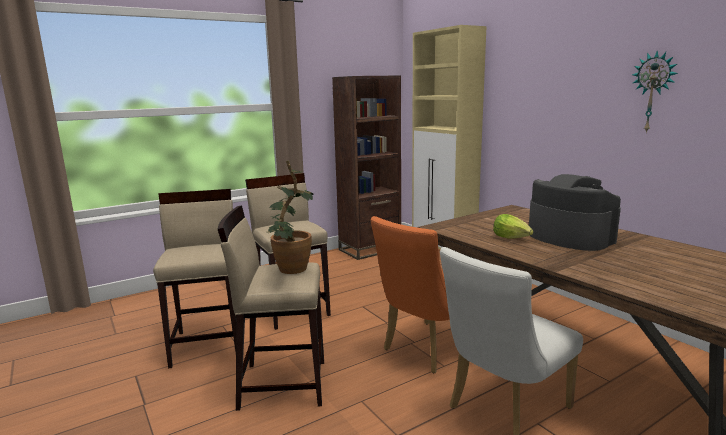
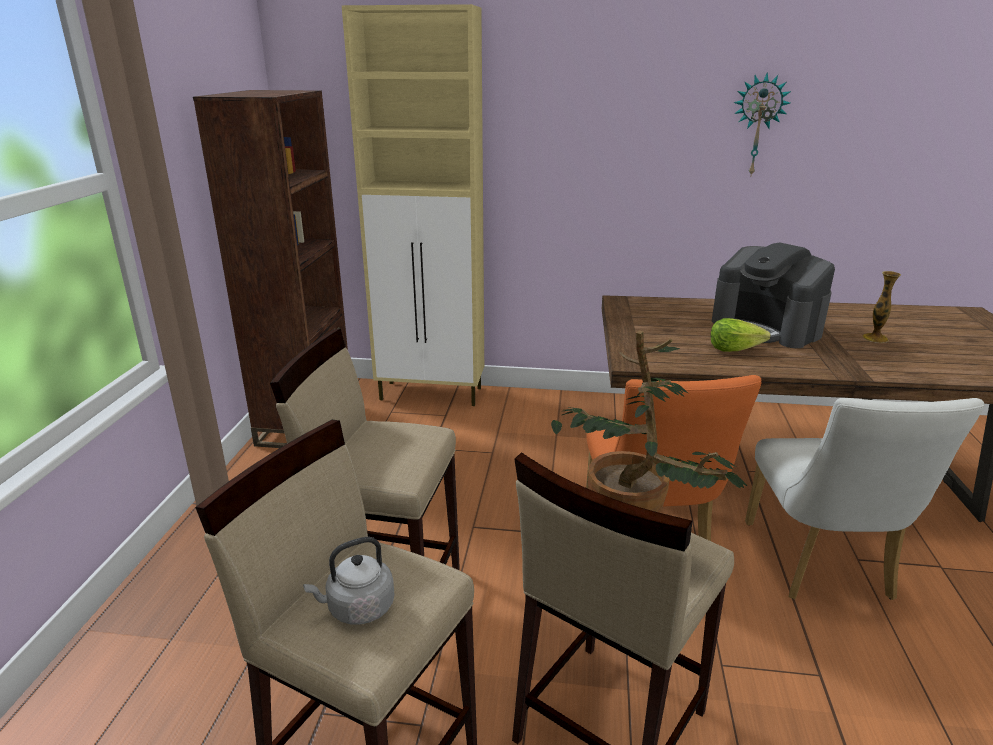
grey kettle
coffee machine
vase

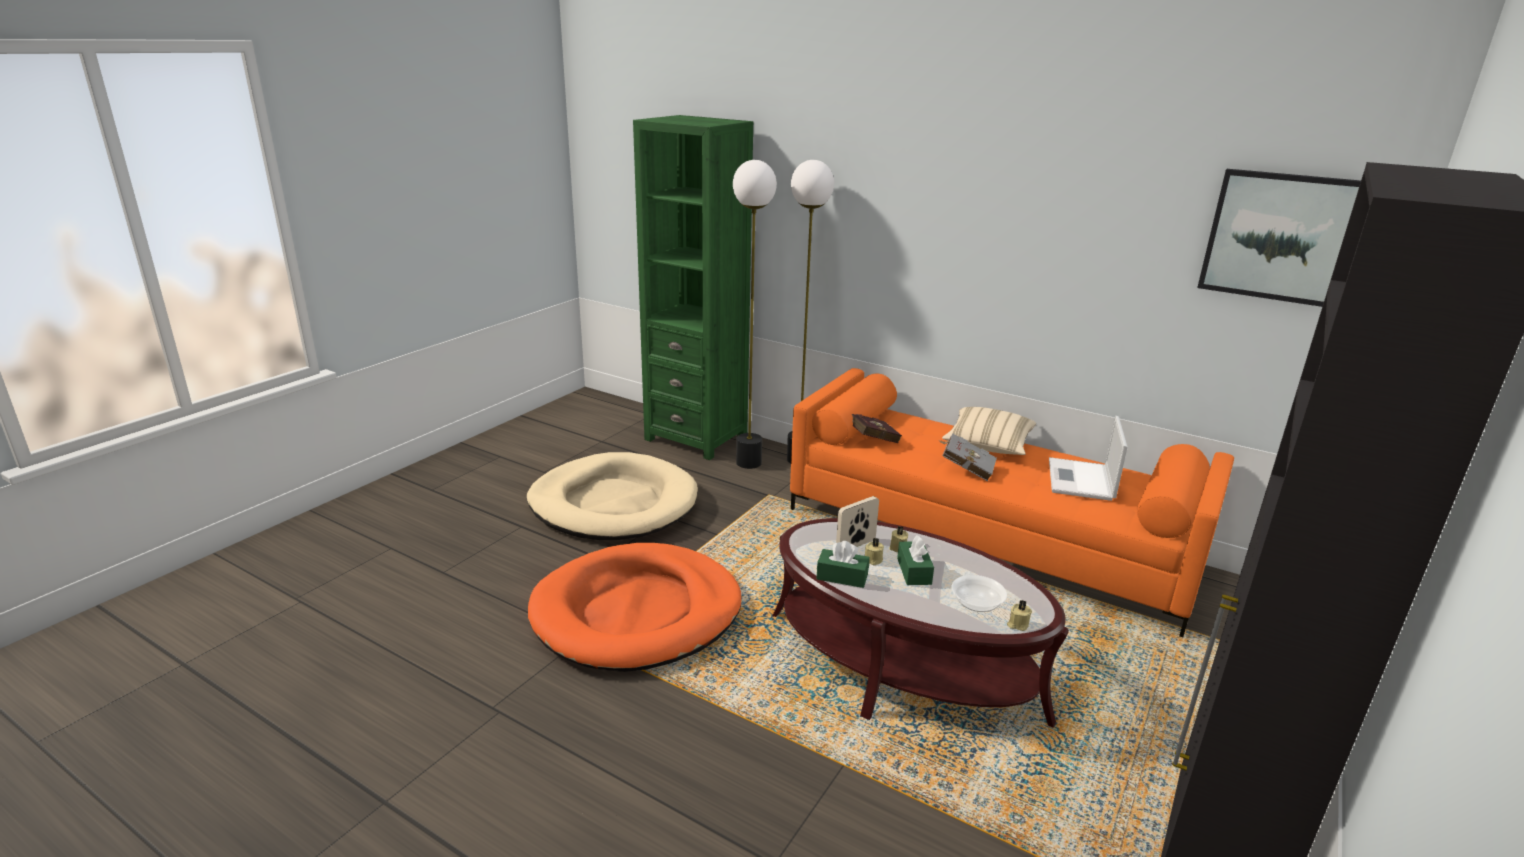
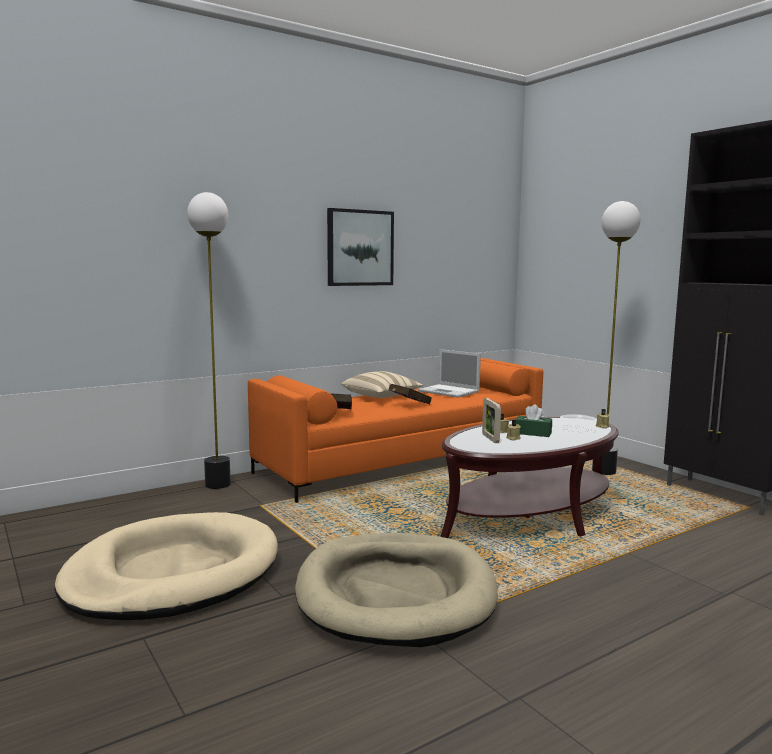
beige dog bed (no. 2 from left)
picture
red book (no. 2 from left)
floor lamp (no. 2 from left)
green bookcase
green tissue box (no. 1 from left in the first image)

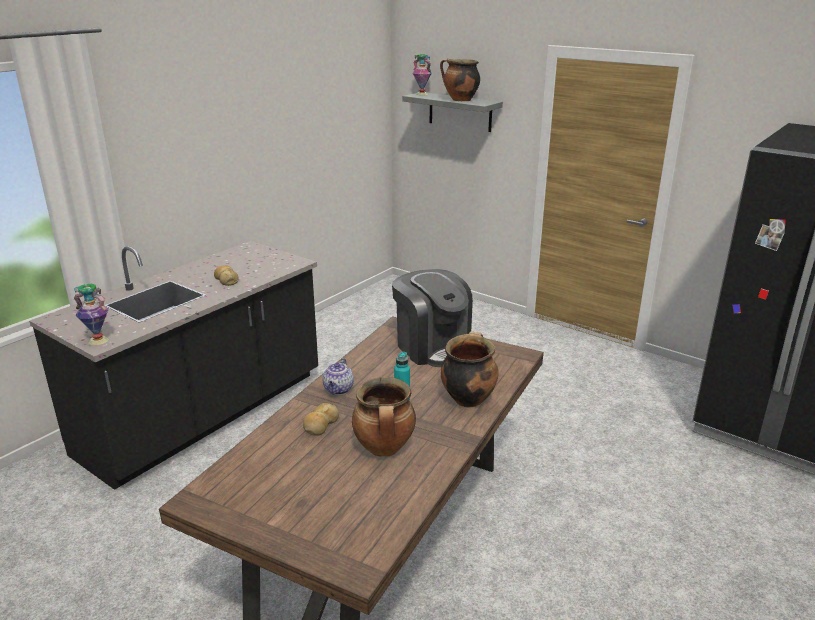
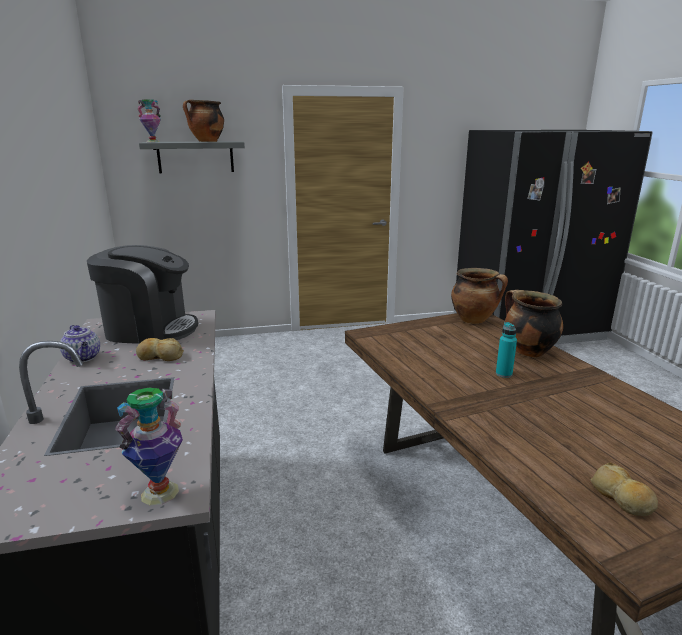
teapot
coffee machine
cooking pot (no. 2 from left)
bread (no. 2 from left)

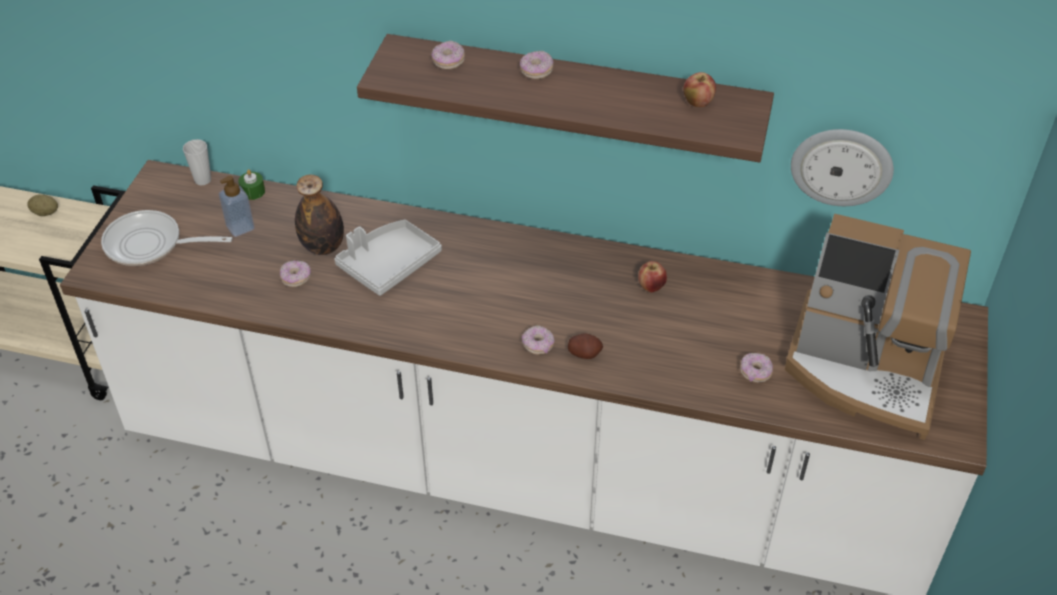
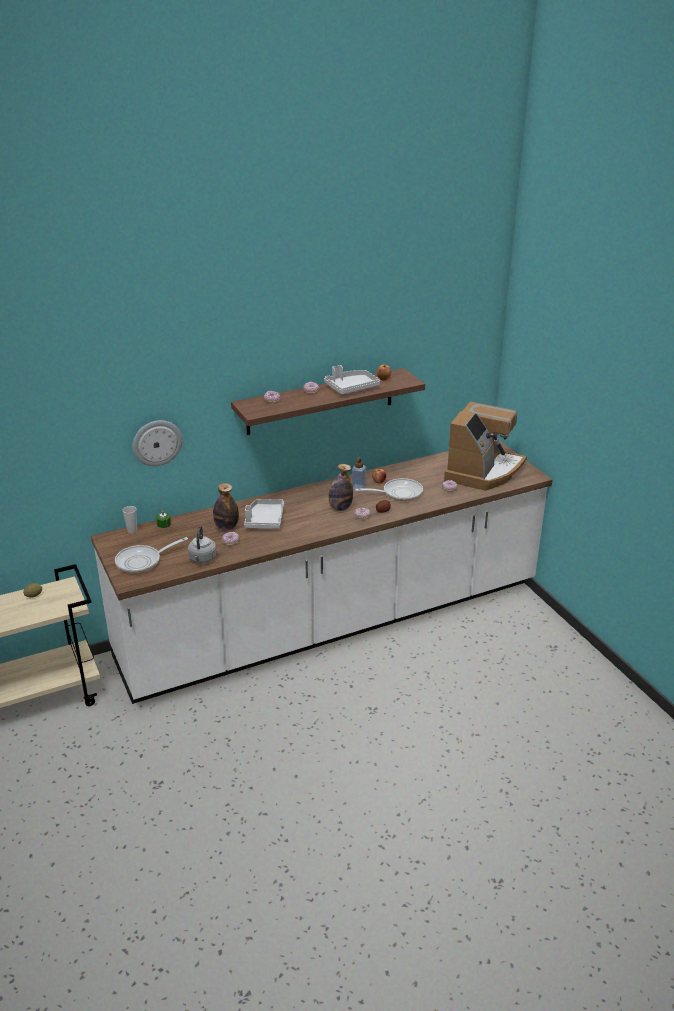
wall clock
grey kettle
grey tray (no. 2 from left)
bottle (no. 2 from left)
soap dispenser
frying pan (no. 2 from left)
coffee machine

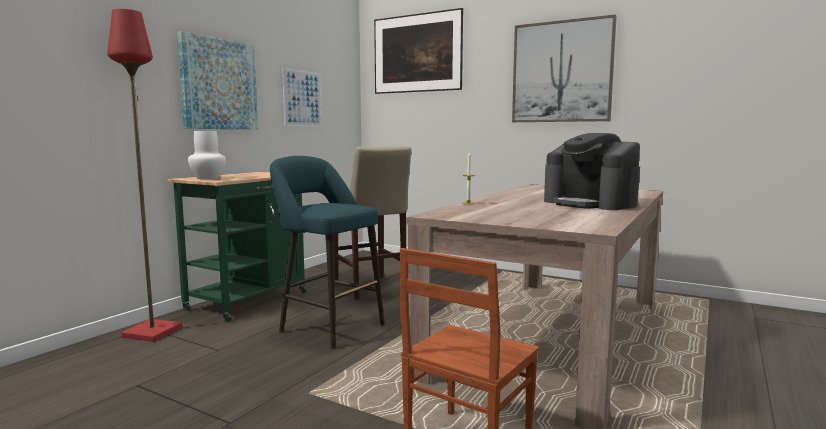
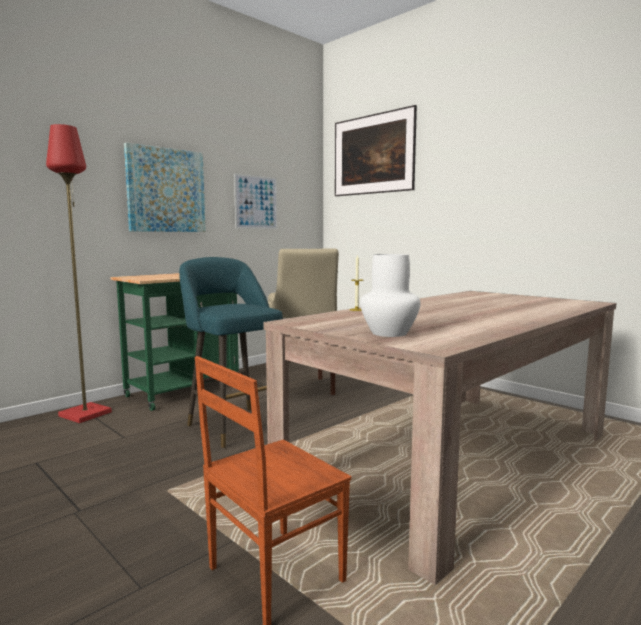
white vase
picture (no. 4 from left in the first image)
coffee machine

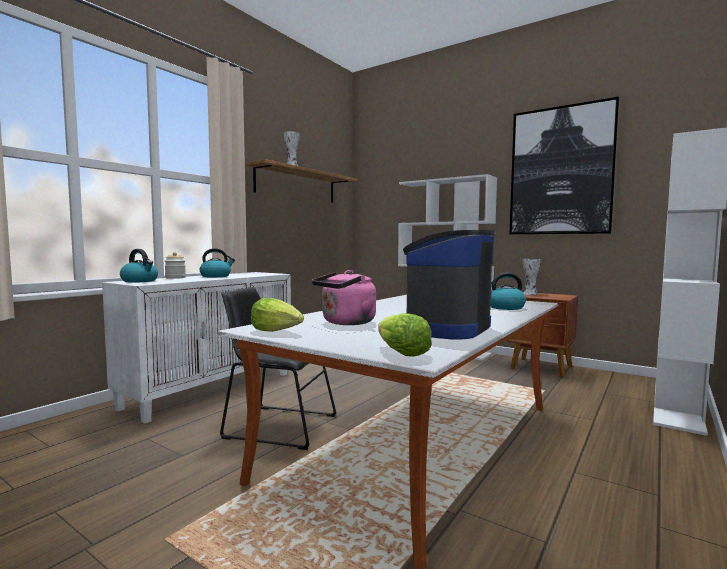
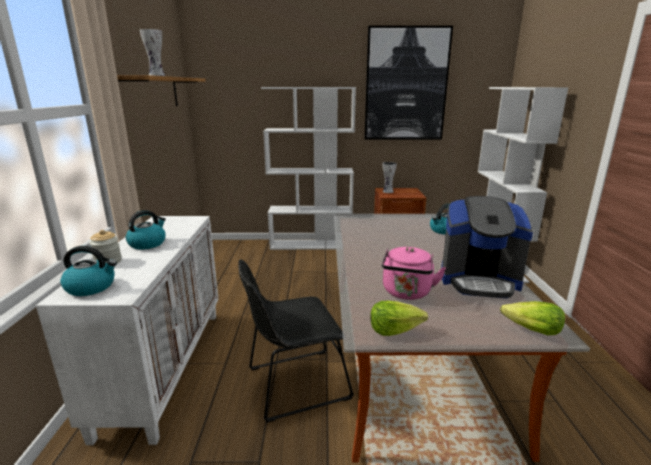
coffee machine

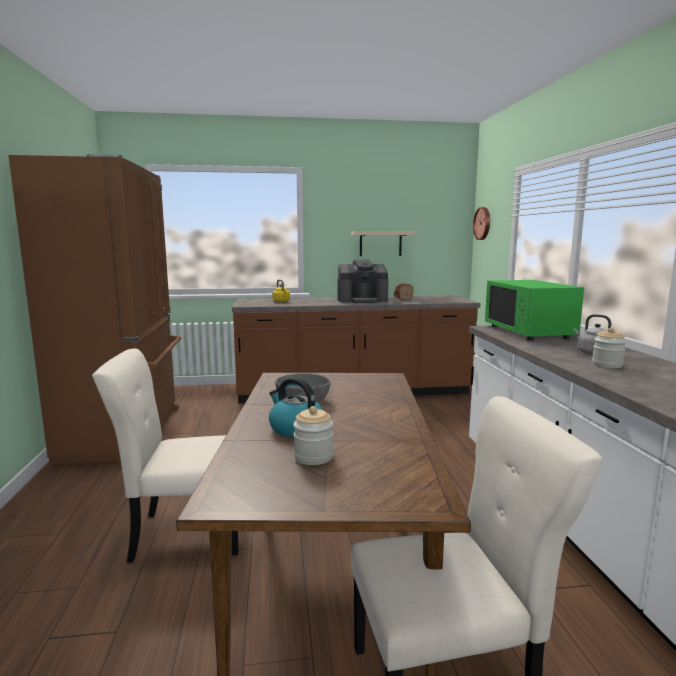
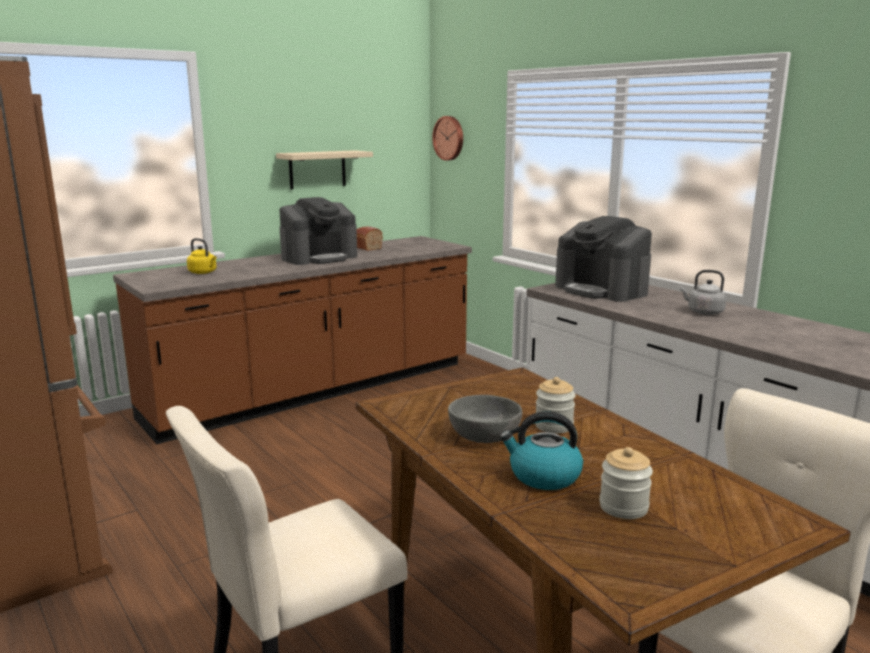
jar (no. 1 from left)
coffee machine (no. 2 from left)

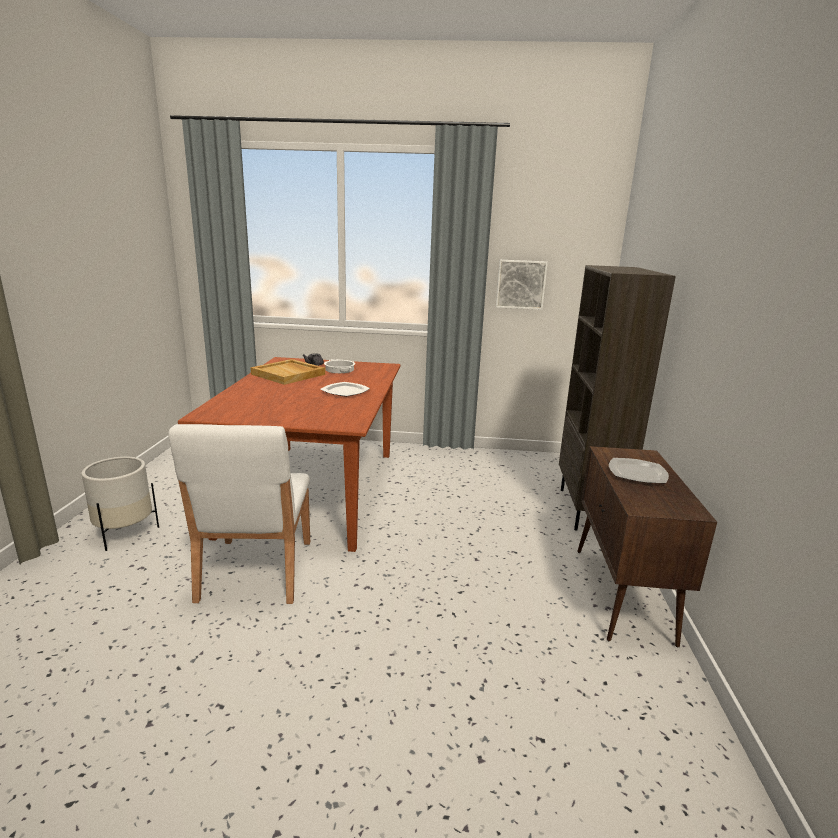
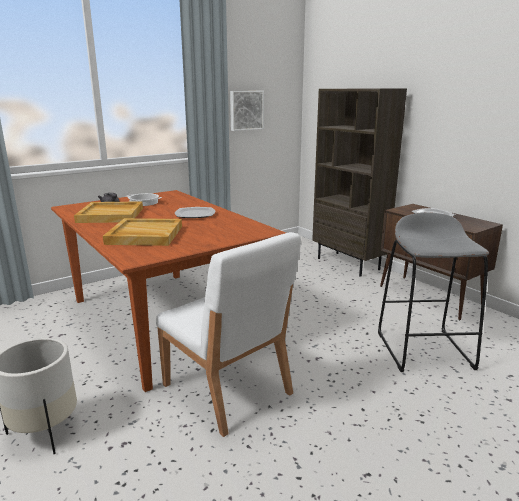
beige tray (no. 2 from left)
grey stool

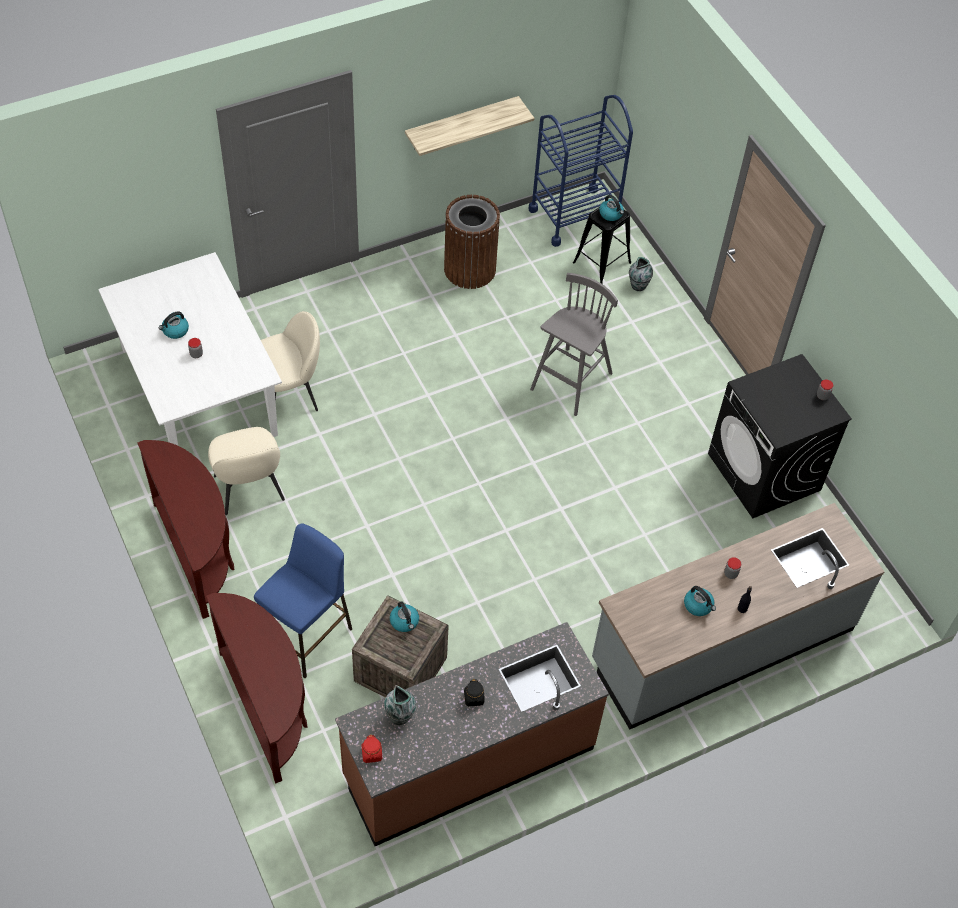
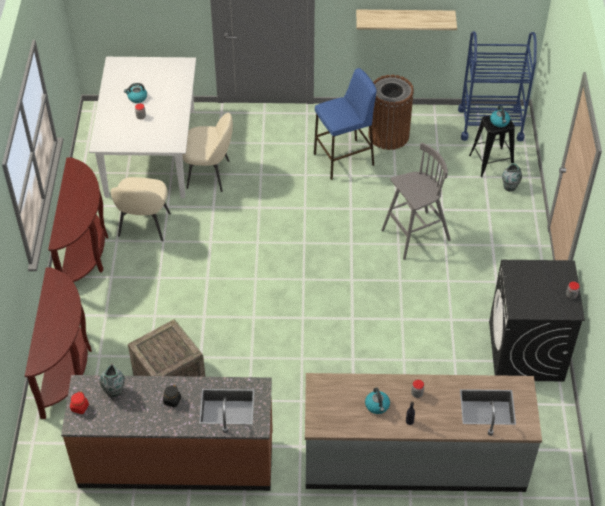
blue stool
kettle (no. 2 from left in the first image)

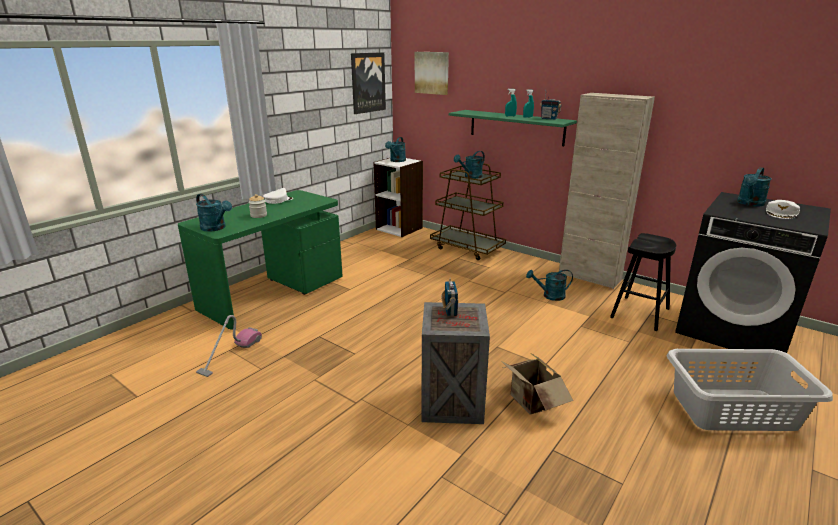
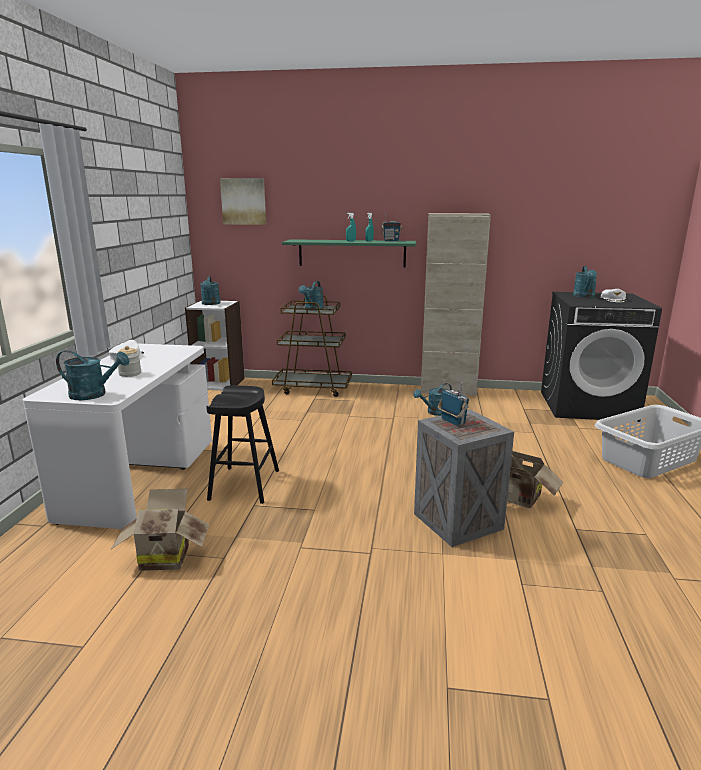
white desk
cardboard box (no. 1 from left)
black stool
picture (no. 1 from left in the first image)

